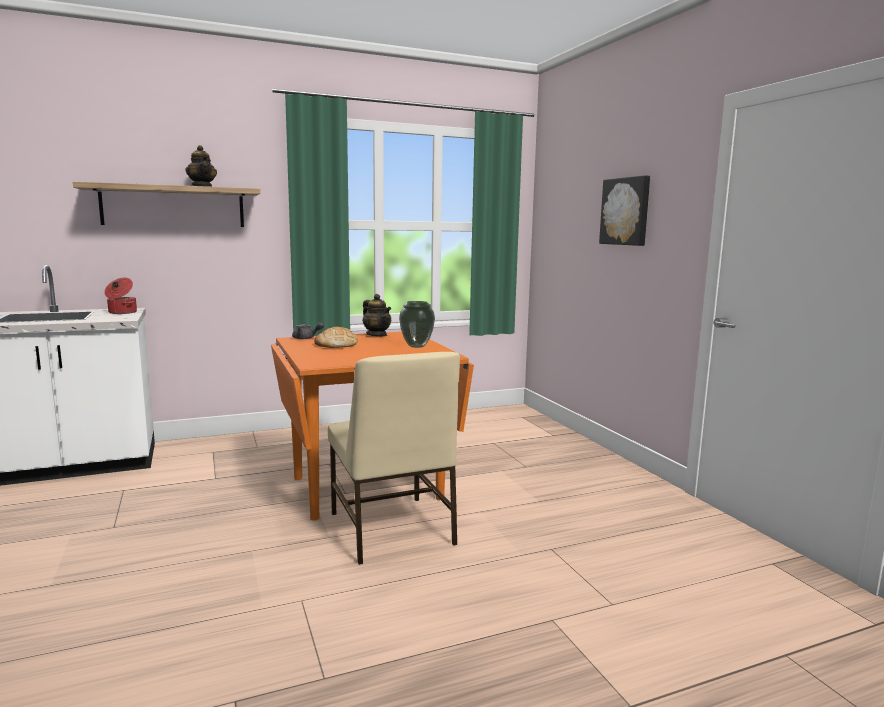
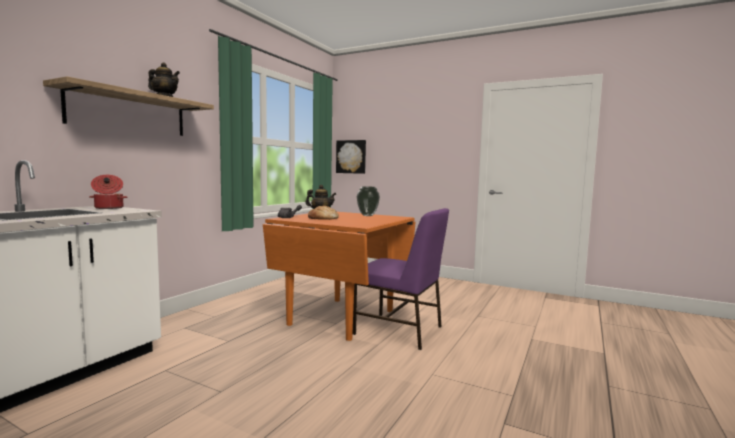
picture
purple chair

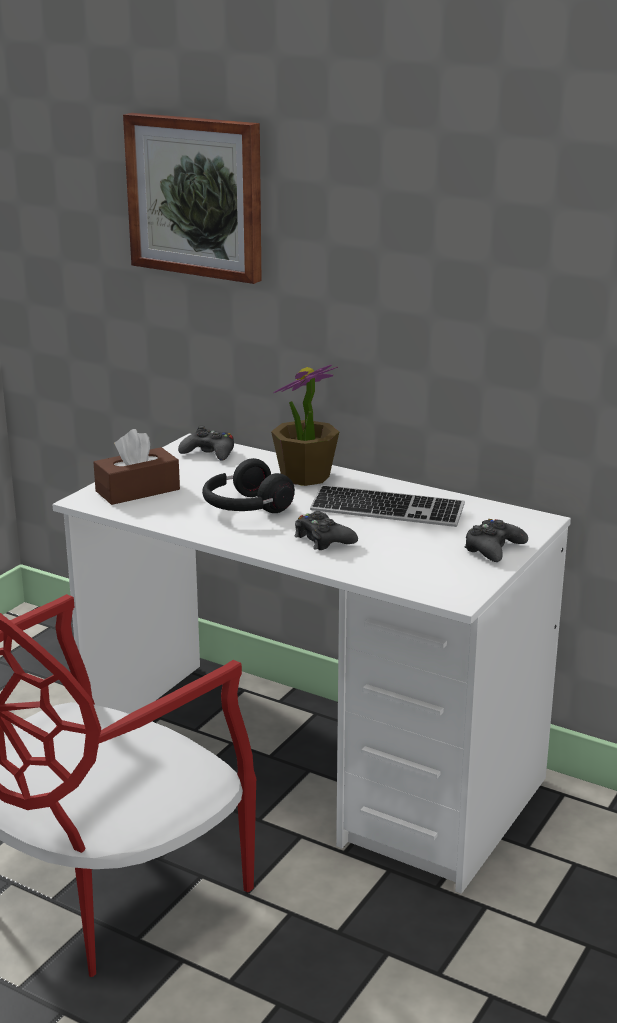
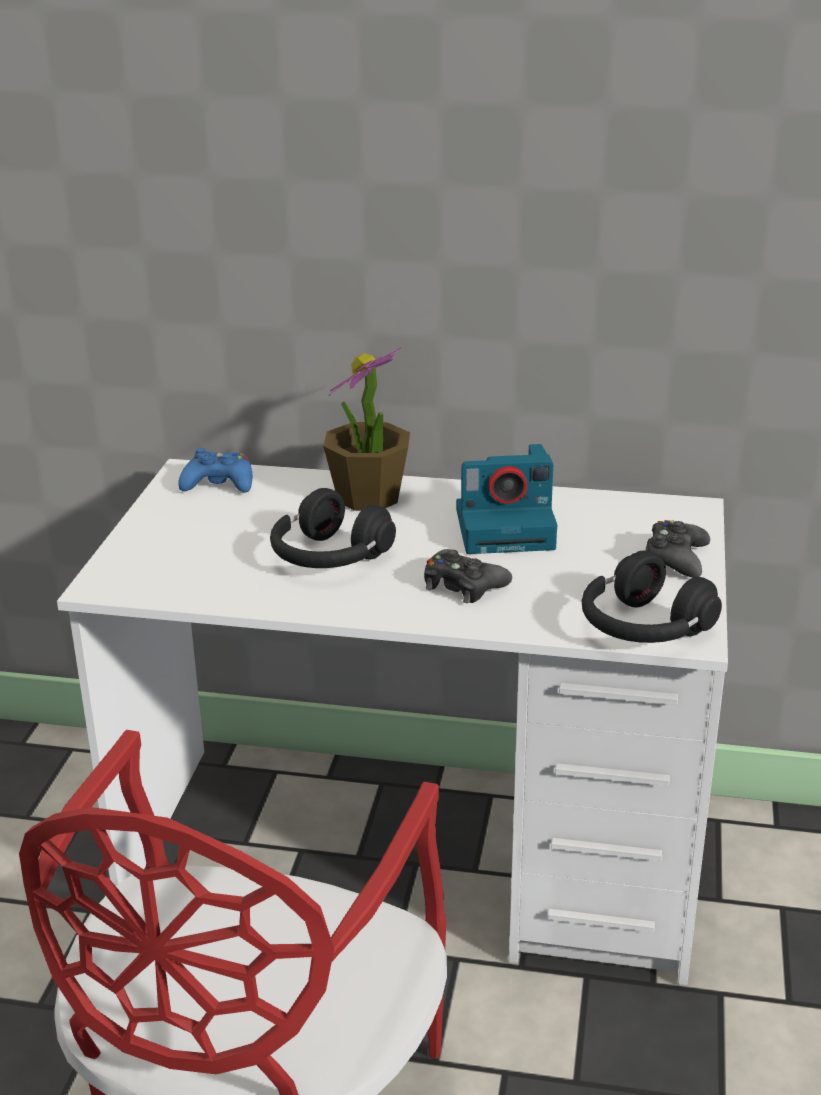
blue game controller
photo camera
black headphones (no. 2 from left)
brown tissue box
picture

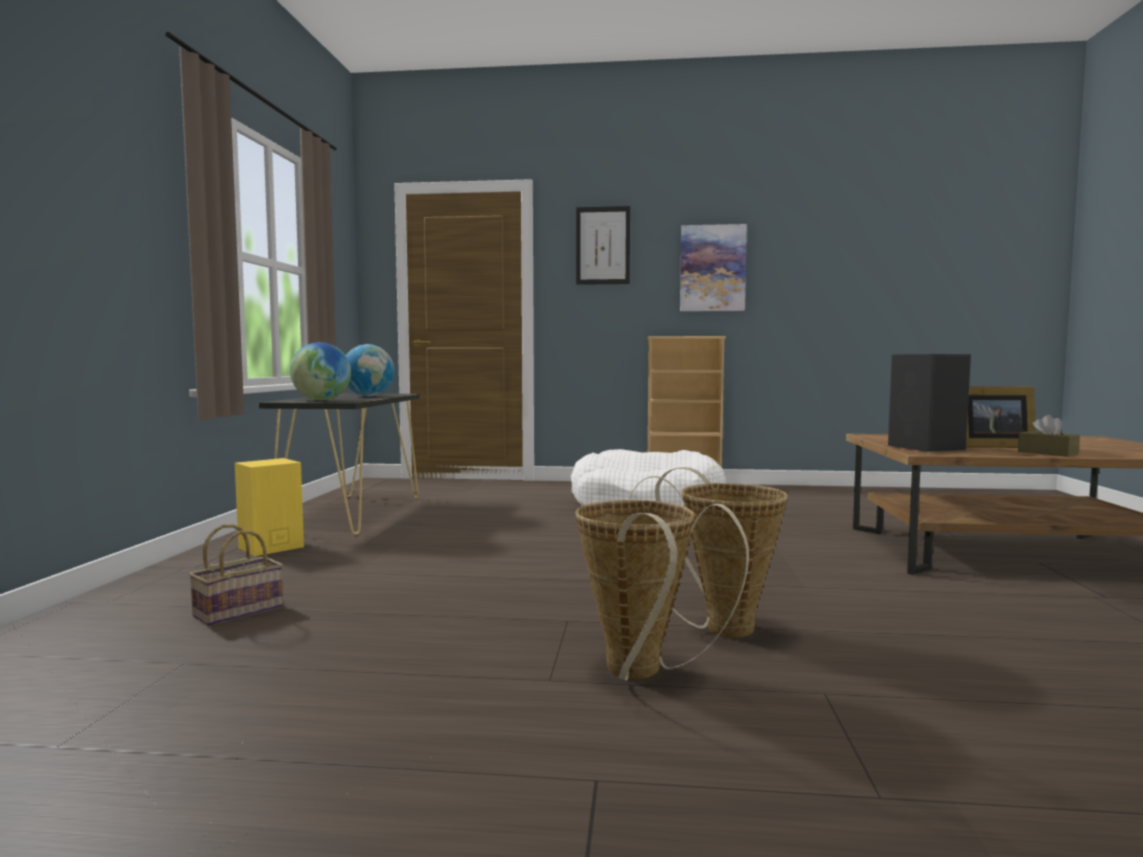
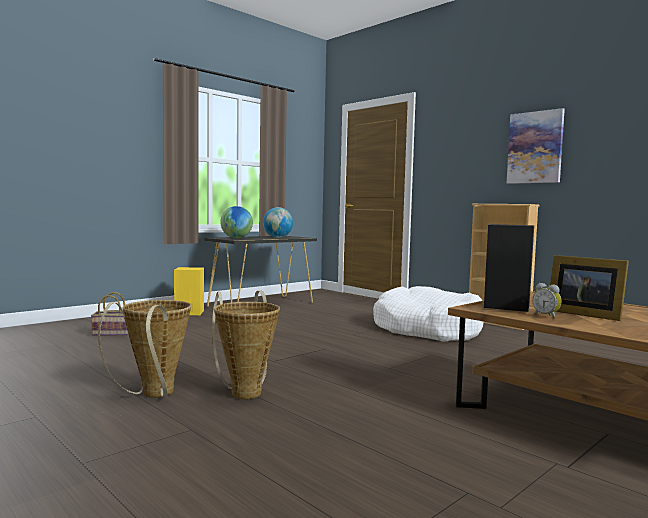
alarm clock
picture (no. 1 from left in the first image)
brown tissue box

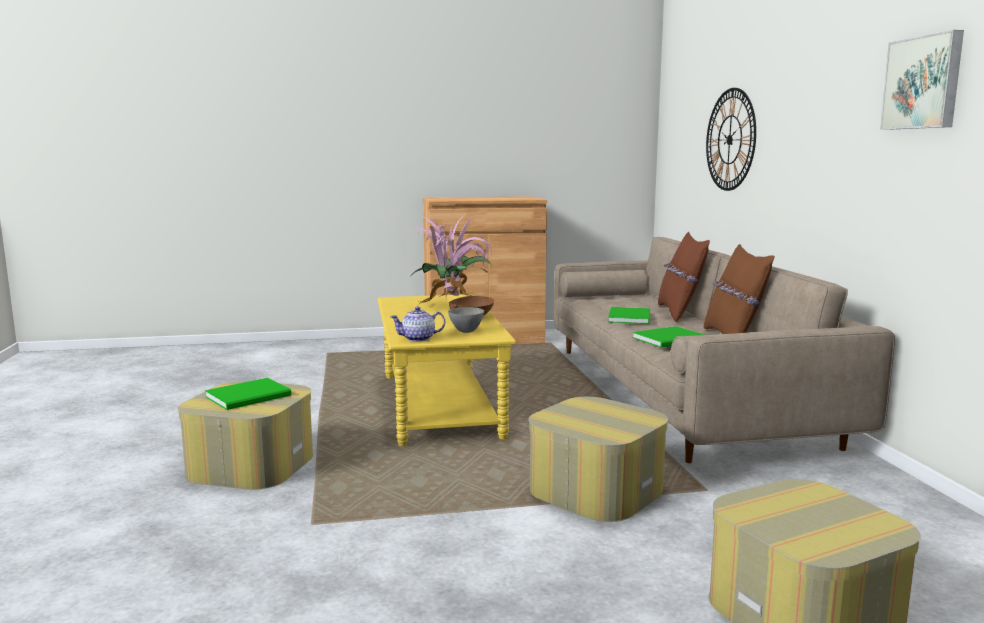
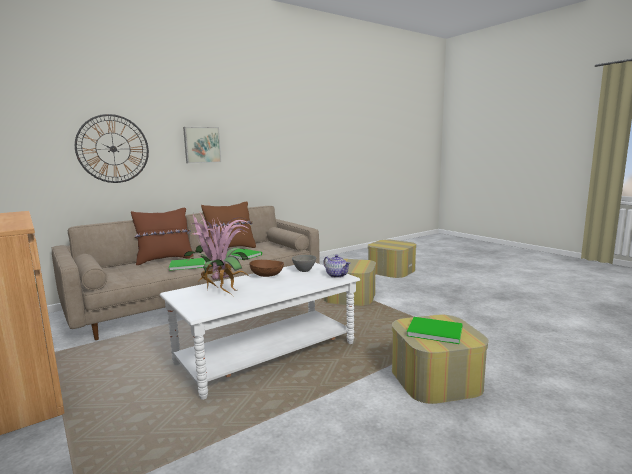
white coffee table
picture

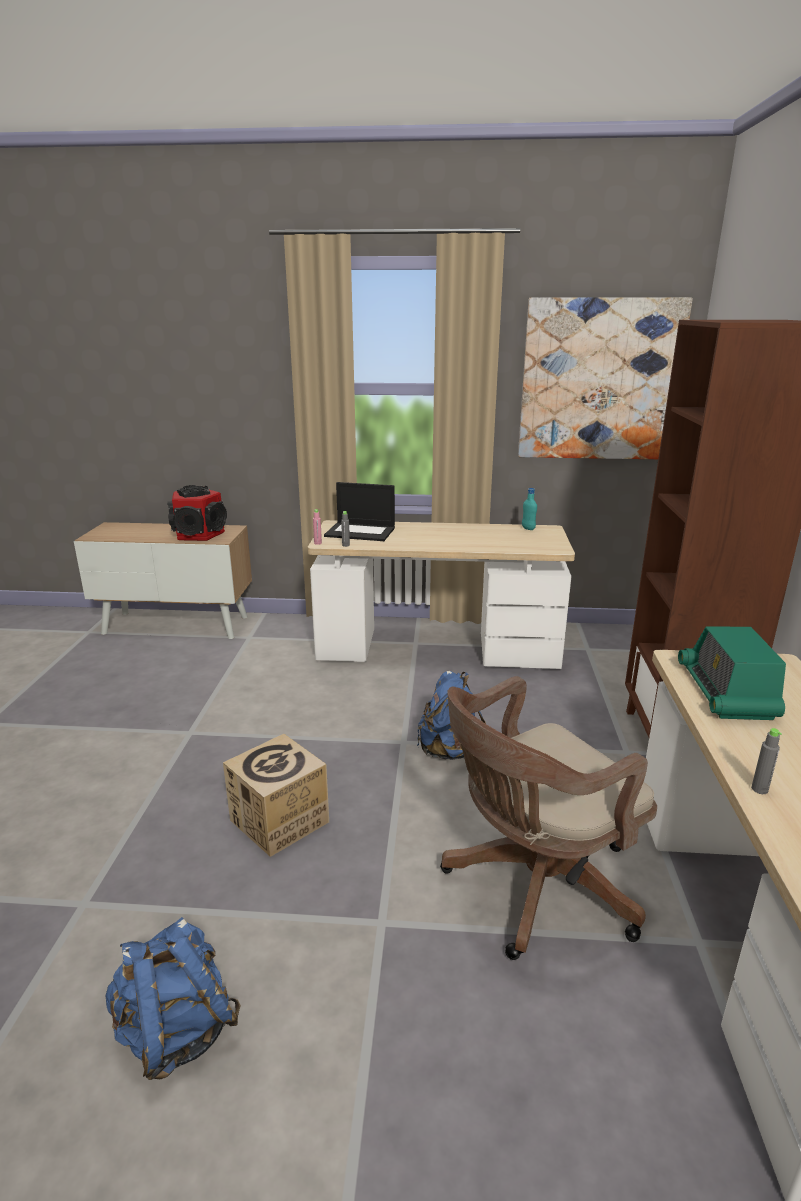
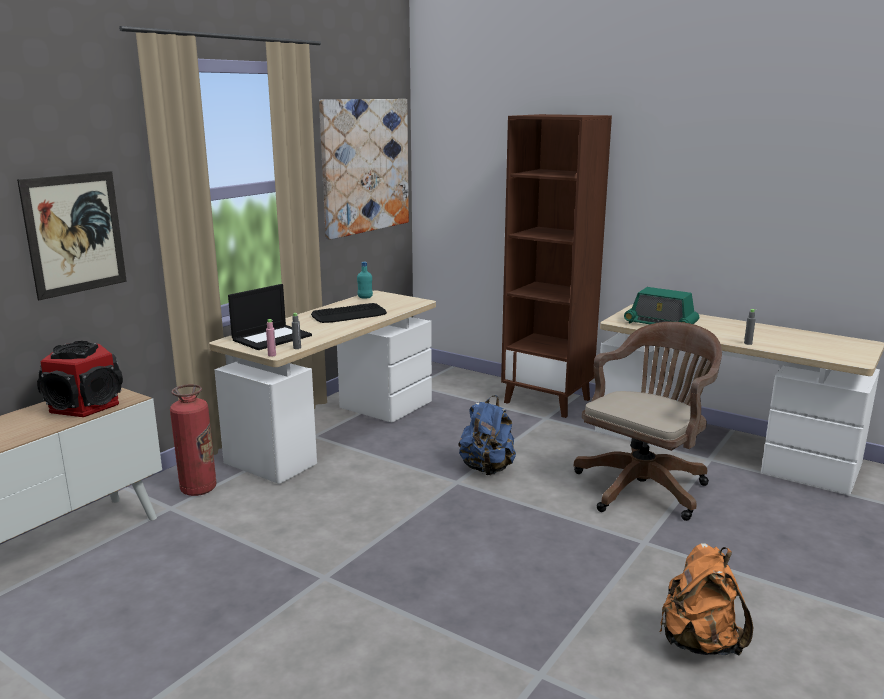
picture (no. 1 from left)
fire extinguisher
keyboard
brown office chair
orange backpack
cardboard box

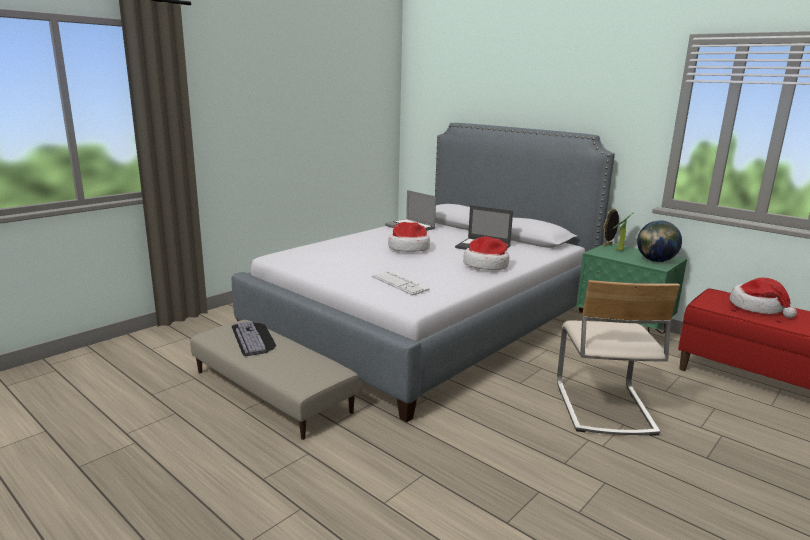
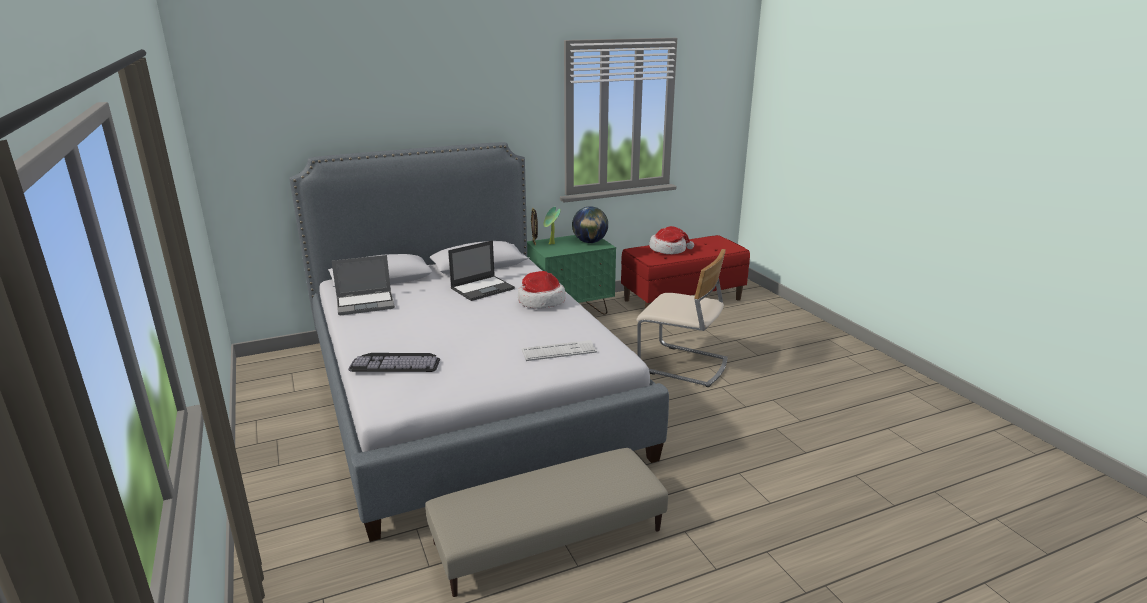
keyboard (no. 1 from left)
hat (no. 1 from left in the first image)

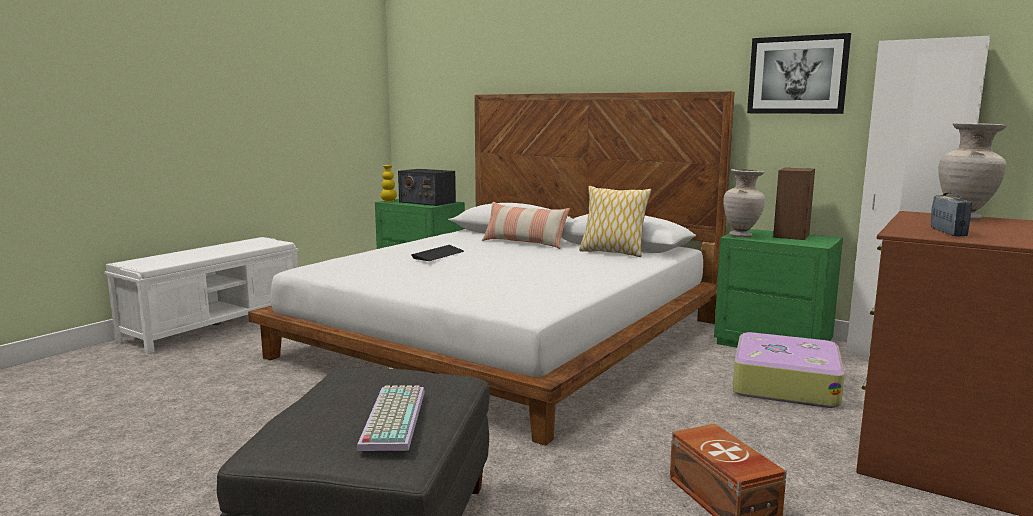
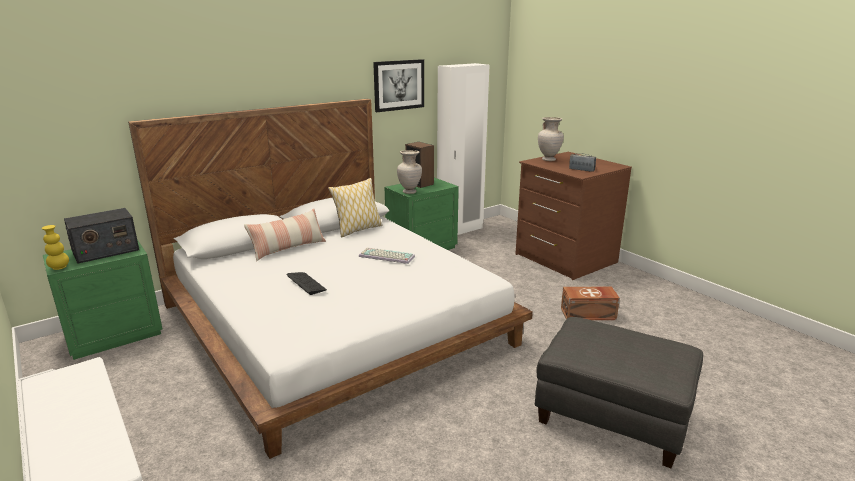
keyboard (no. 2 from left)
suitcase

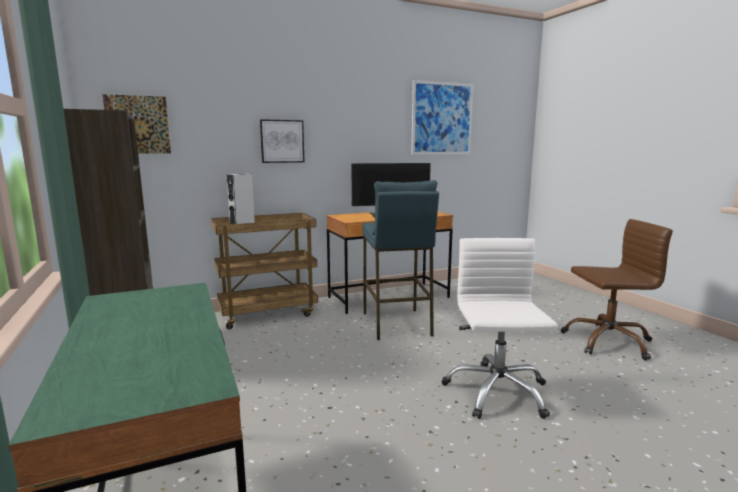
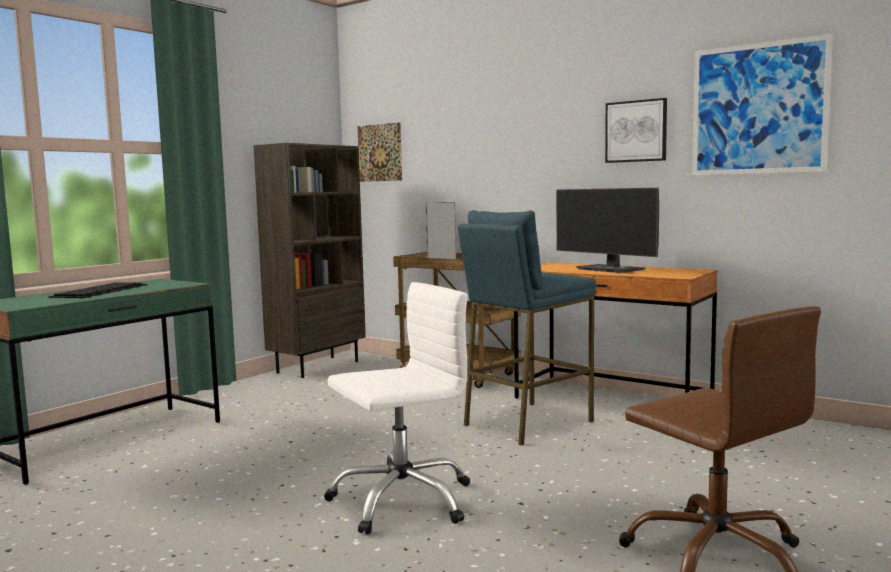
keyboard
picture (no. 2 from left)

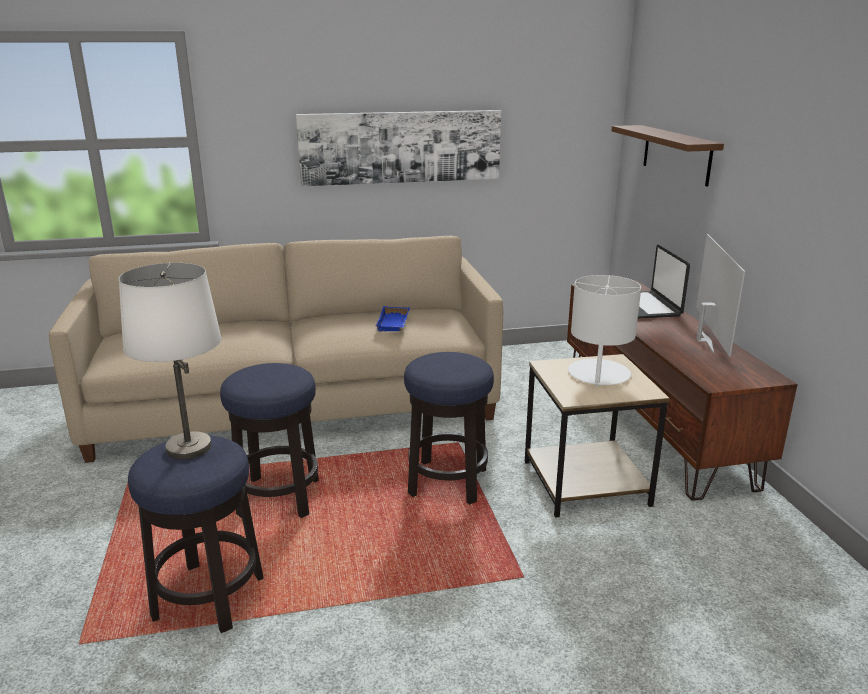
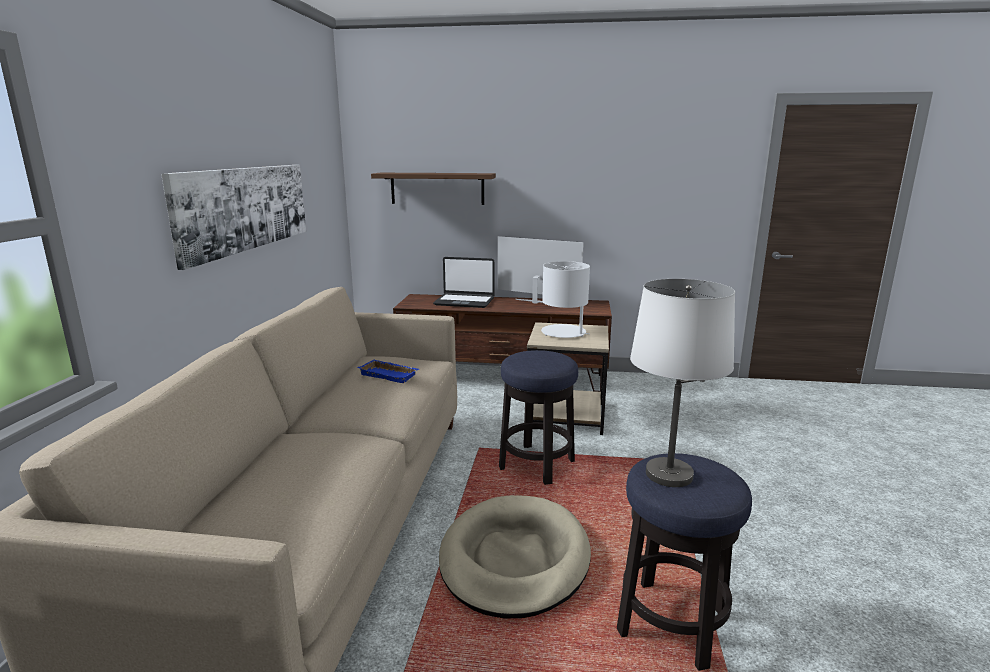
beige dog bed

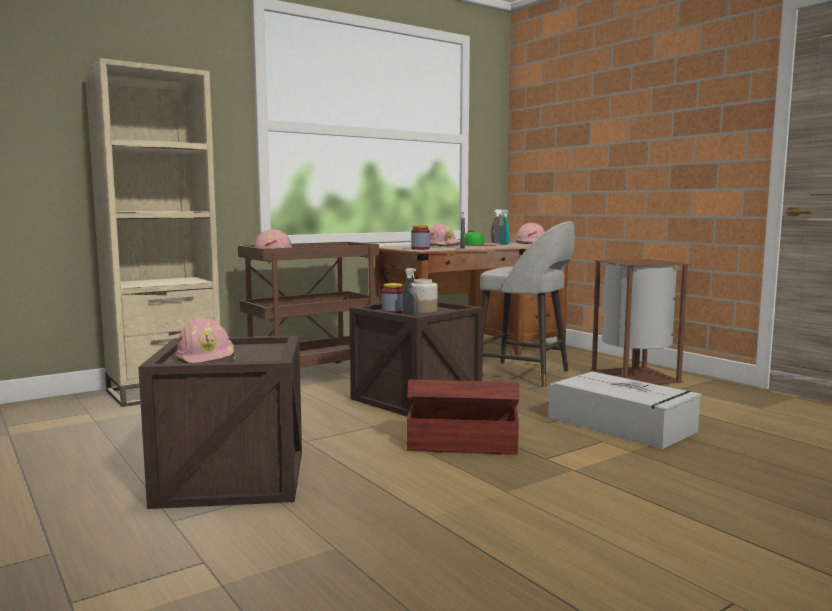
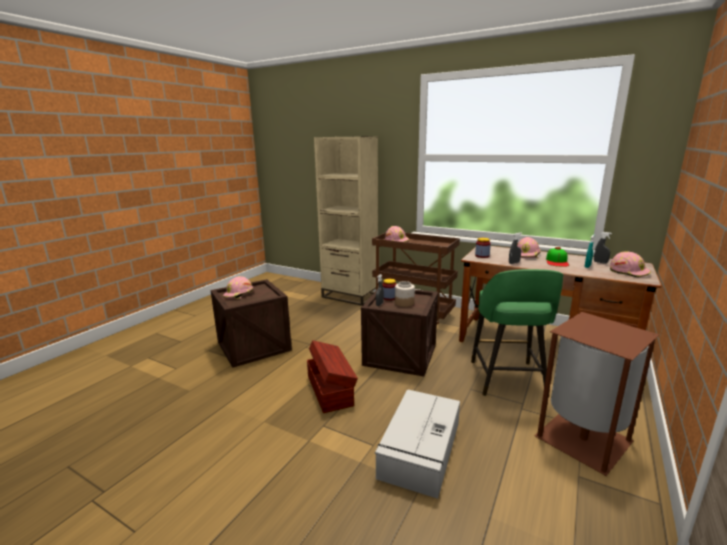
green stool

